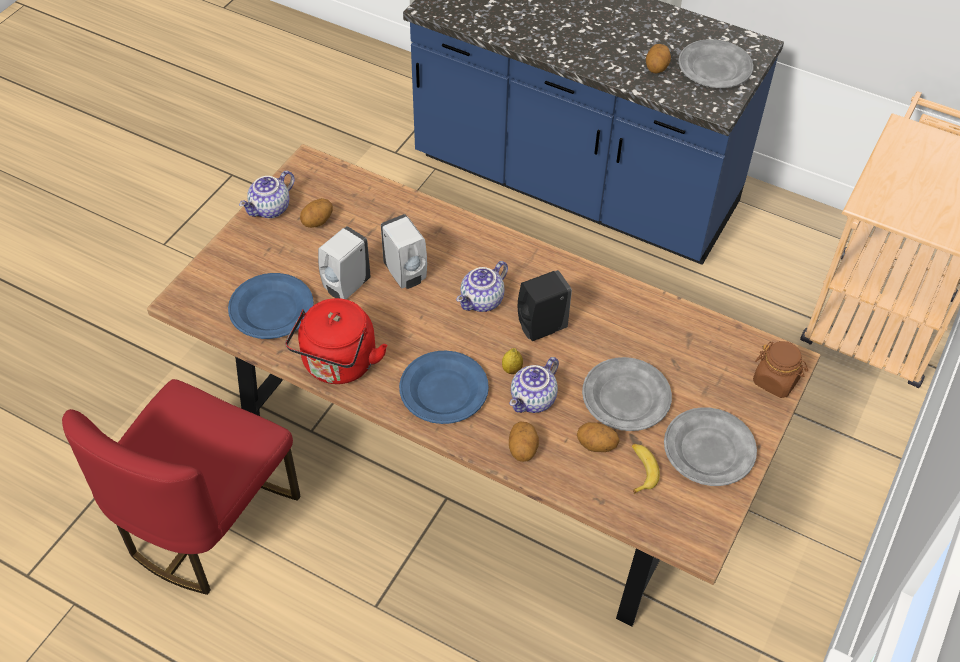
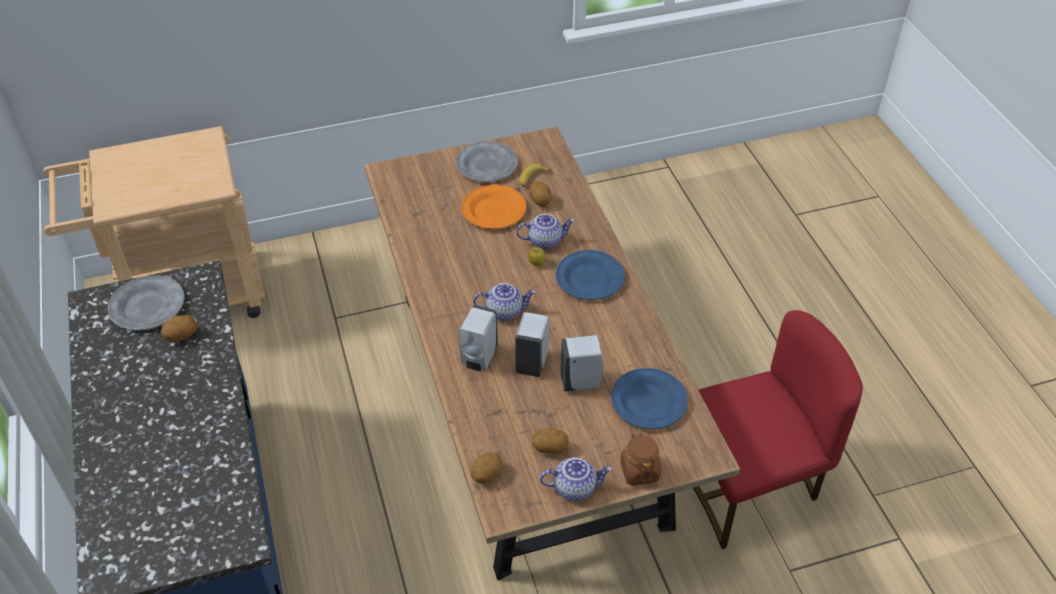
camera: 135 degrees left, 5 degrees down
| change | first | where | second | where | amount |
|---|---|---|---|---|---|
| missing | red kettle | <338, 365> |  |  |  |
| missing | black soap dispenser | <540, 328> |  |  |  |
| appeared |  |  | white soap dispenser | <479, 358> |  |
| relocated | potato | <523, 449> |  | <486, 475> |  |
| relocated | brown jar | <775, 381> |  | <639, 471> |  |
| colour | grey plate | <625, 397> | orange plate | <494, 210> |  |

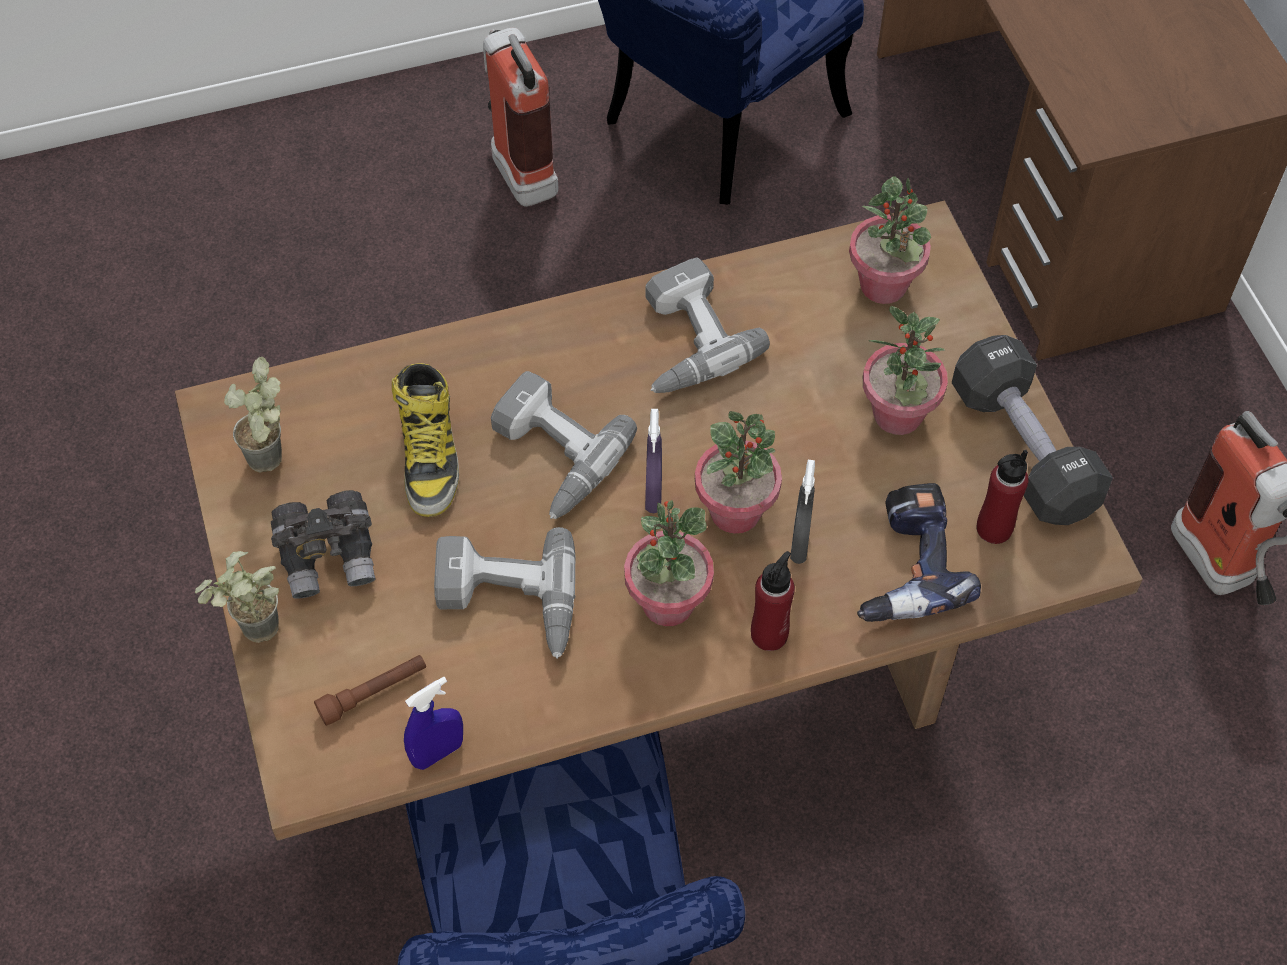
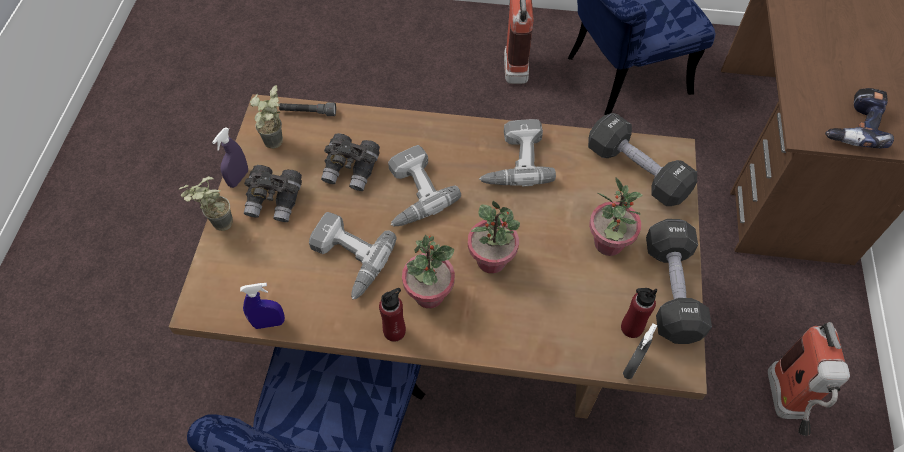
camera: 25 degrees right, 0 degrees up
| change | first | where | second | where | amount |
|---|---|---|---|---|---|
| missing | brown flashlight | <373, 693> |  |  |  |
| appeared |  |  | grey flashlight | <308, 112> |  |
| relocated | purple spray bottle | <653, 494> |  | <238, 178> |  |
| relocated | red bottle | <769, 634> |  | <394, 331> |  |
| relocated | grey spray bottle | <800, 544> |  | <632, 366> |  |
| relocated | power drill | <904, 567> |  | <854, 126> |  |
| exchanged | boot | <429, 455> | grey binoculars | <352, 170> |  |
| exchanged | potted plant | <884, 285> | black dumbbell | <637, 171> |  |

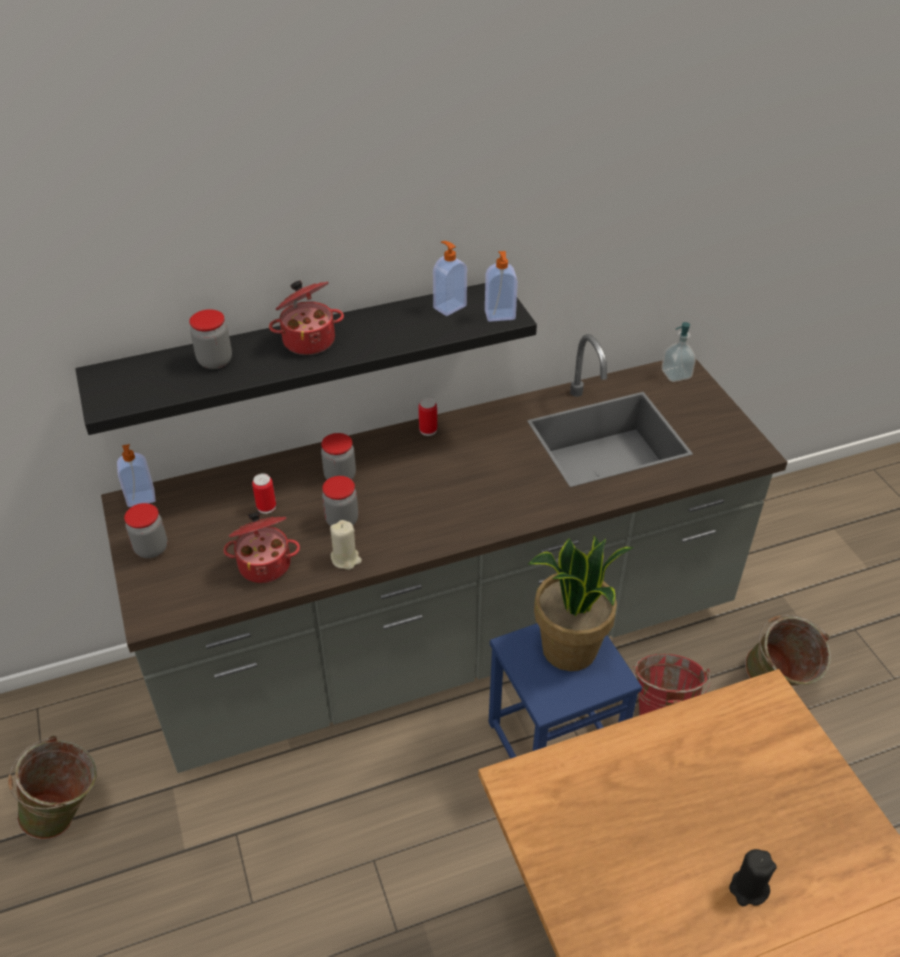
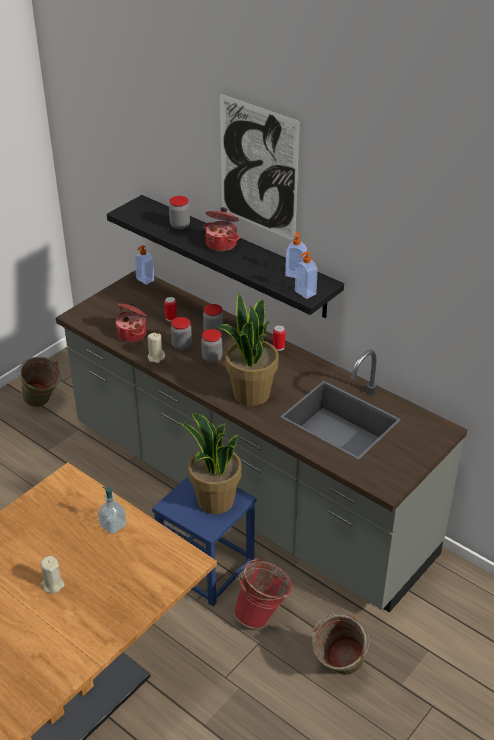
camera: 60 degrees right, 5 degrees down
| change | first | where | second | where | amount |
|---|---|---|---|---|---|
| appeared |  |  | potted plant | <250, 394> |  |
| appeared |  |  | picture | <258, 168> |  |
| relocated | jar | <151, 548> |  | <212, 358> |  |
| relocated | soap dispenser | <676, 374> |  | <113, 525> |  |
| colour | black candle | <748, 889> | beige candle | <52, 584> |  |

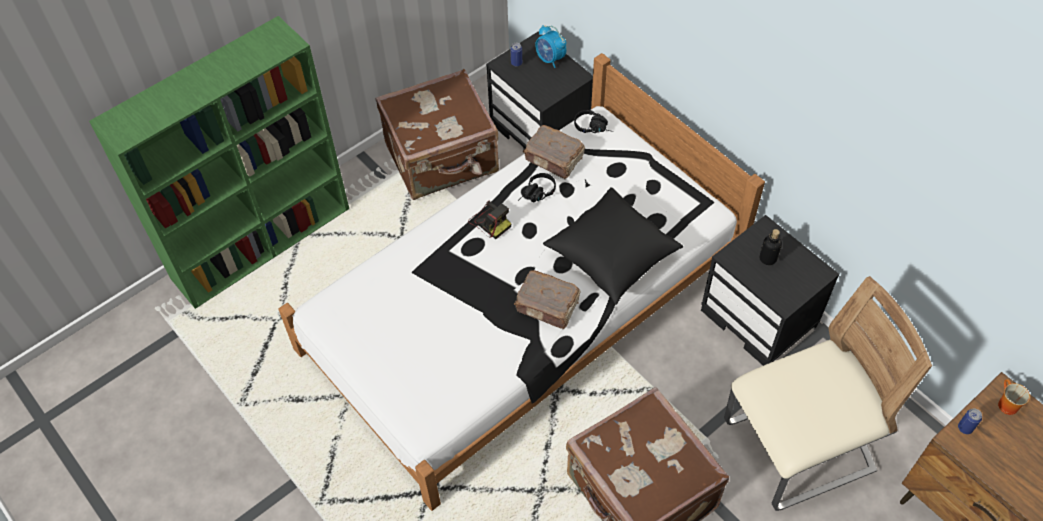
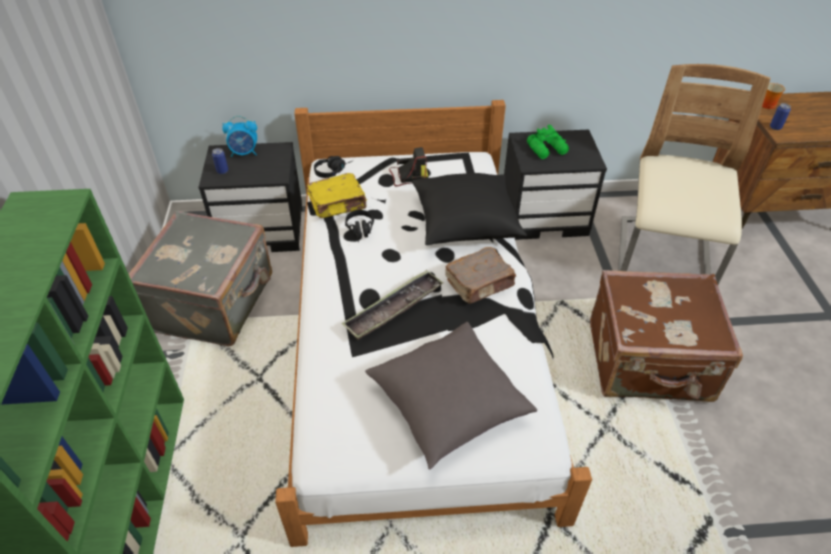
camera: 55 degrees left, 10 degrees down
| change | first | where | second | where | amount |
|---|---|---|---|---|---|
| appeared |  |  | tray | <393, 309> |  |
| appeared |  |  | grey pillow | <448, 405> |  |
| relocated | photo camera | <490, 221> |  | <407, 176> |  |
| exchanged | bottle | <768, 258> | green binoculars | <548, 150> |  |
| colour | brown suitcase | <442, 159> | grey suitcase | <215, 303> |  |
| colour | brown book | <554, 159> | yellow book | <338, 204> |  |

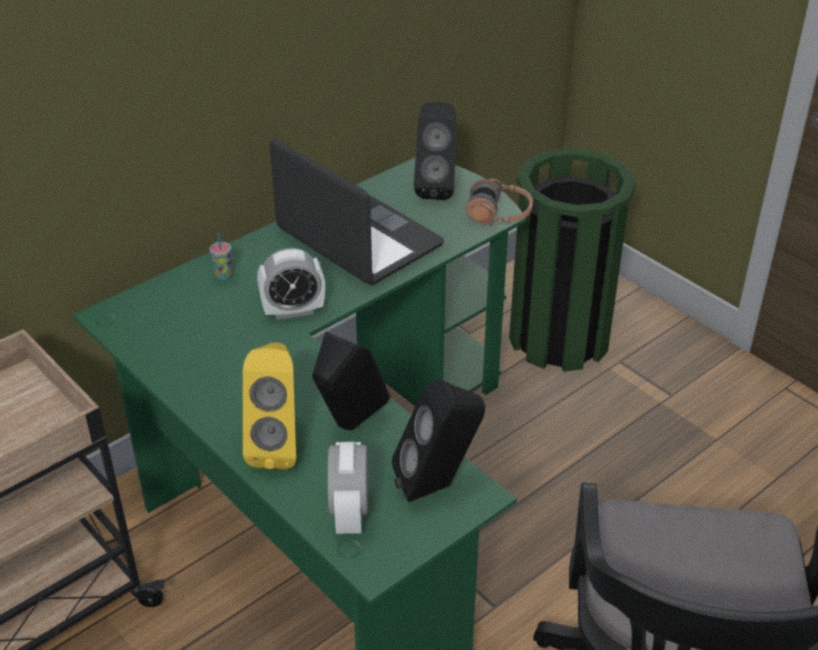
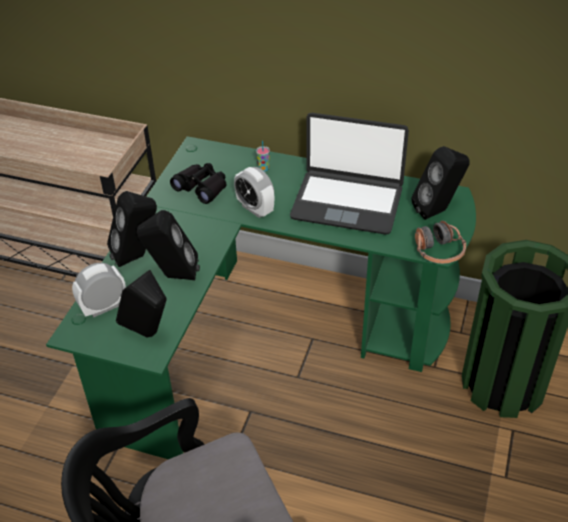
camera: 60 degrees right, 5 degrees up
| change | first | where | second | where | amount |
|---|---|---|---|---|---|
| appeared |  |  | black binoculars | <202, 188> |  |
| colour | yellow speaker | <277, 446> | black speaker | <138, 256> |  |
| spun | laptop | <358, 239> |  | <347, 202> | 90 degrees clockwise |

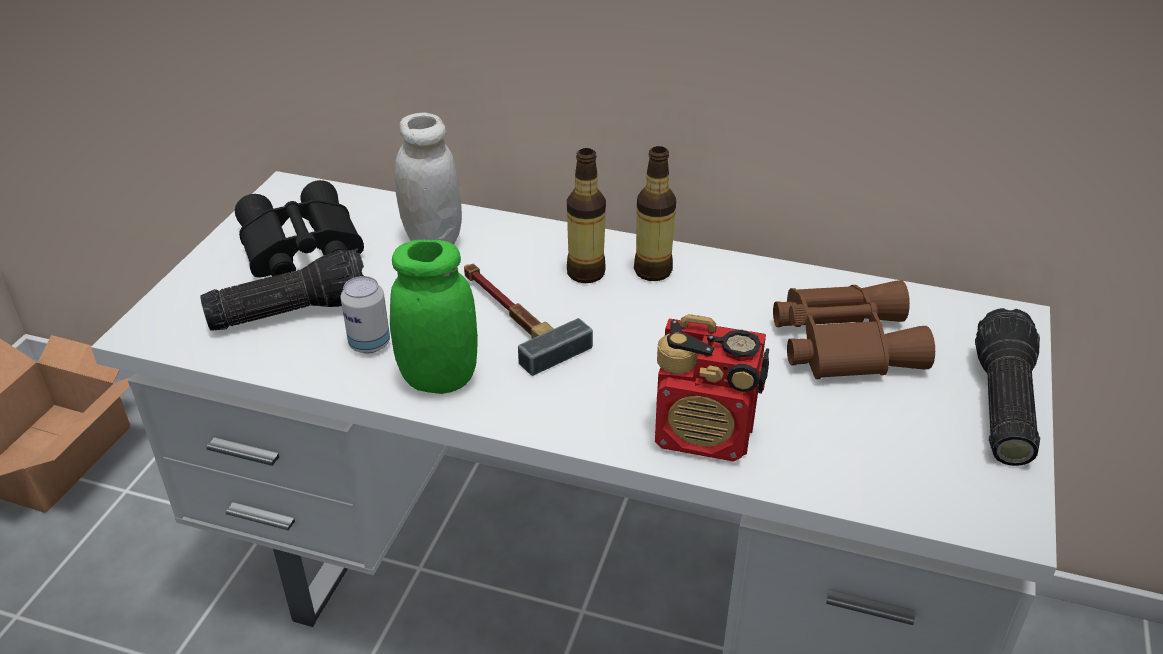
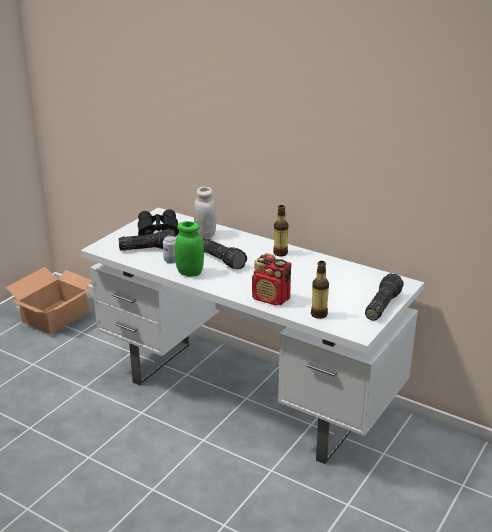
camera: 15 degrees right, 10 degrees down
| change | first | where | second | where | amount |
|---|---|---|---|---|---|
| missing | brown binoculars | <843, 341> |  |  |  |
| relocated | bottle | <585, 273> |  | <319, 314> |  |
| exchanged | hammer | <512, 317> | flashlight | <223, 260> |  |

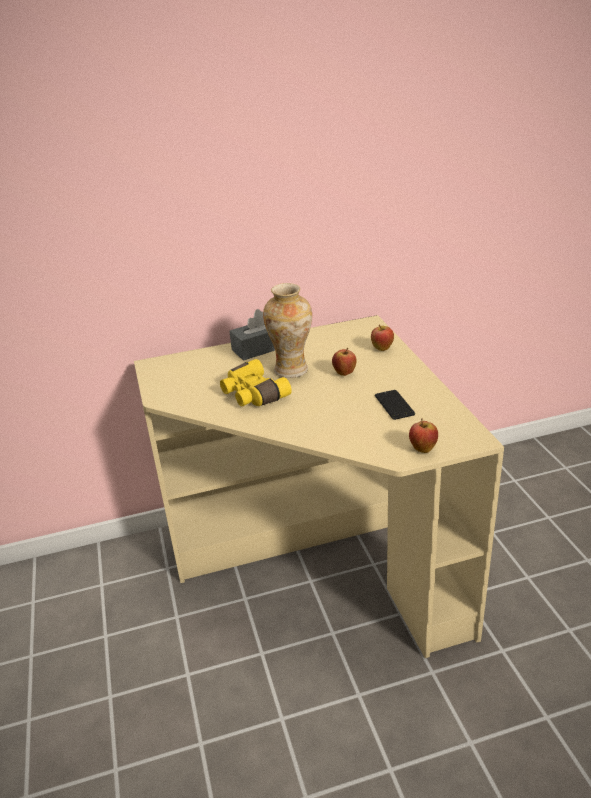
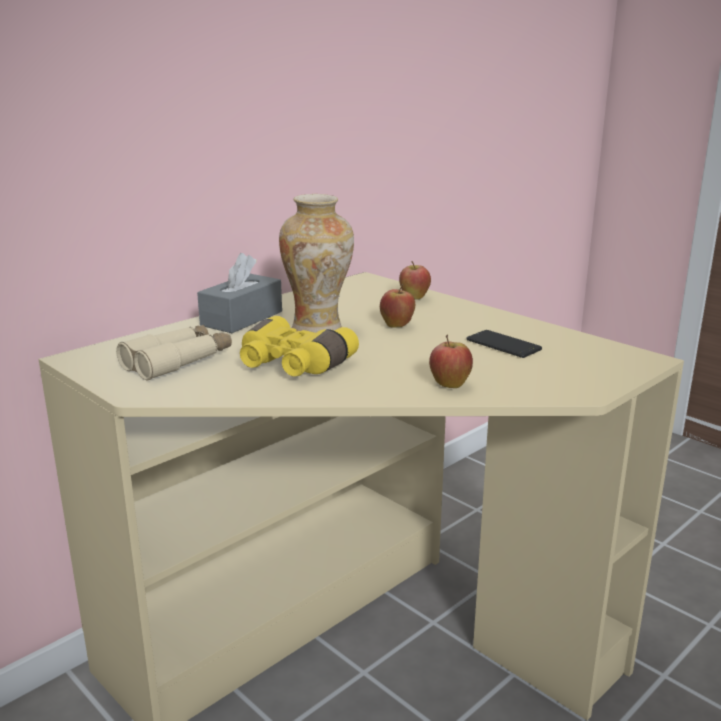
camera: 30 degrees left, 10 degrees down
| change | first | where | second | where | amount |
|---|---|---|---|---|---|
| appeared |  |  | beige binoculars | <178, 361> |  |
| relocated | apple | <422, 449> |  | <449, 385> |  |

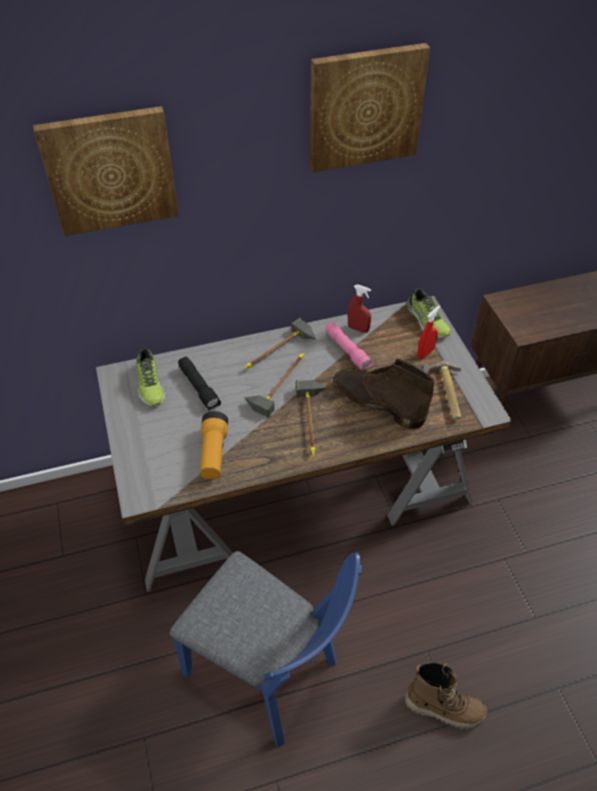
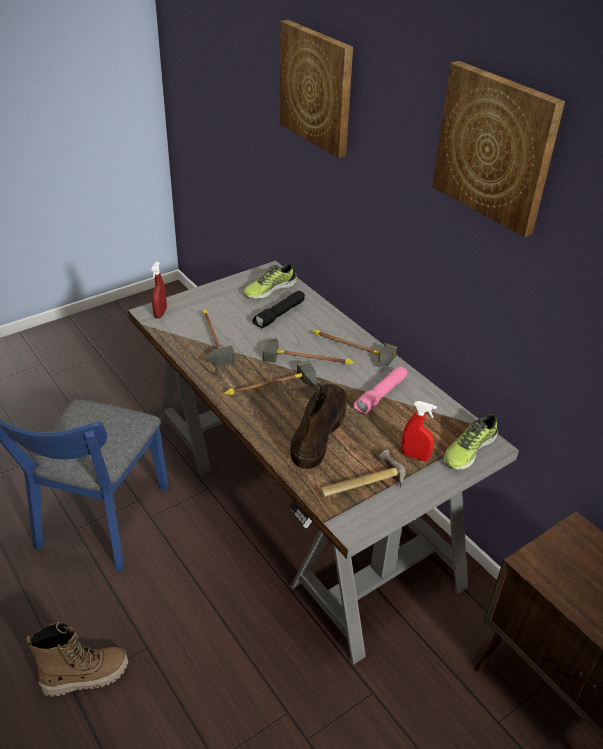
camera: 70 degrees right, 10 degrees down
| change | first | where | second | where | amount |
|---|---|---|---|---|---|
| relocated | red spray bottle | <358, 329> |  | <160, 313> |  |
| exchanged | flashlight | <213, 453> | hammer | <208, 339> |  |
| spun | boot | <444, 708> |  | <85, 676> | 105 degrees counterclockwise |

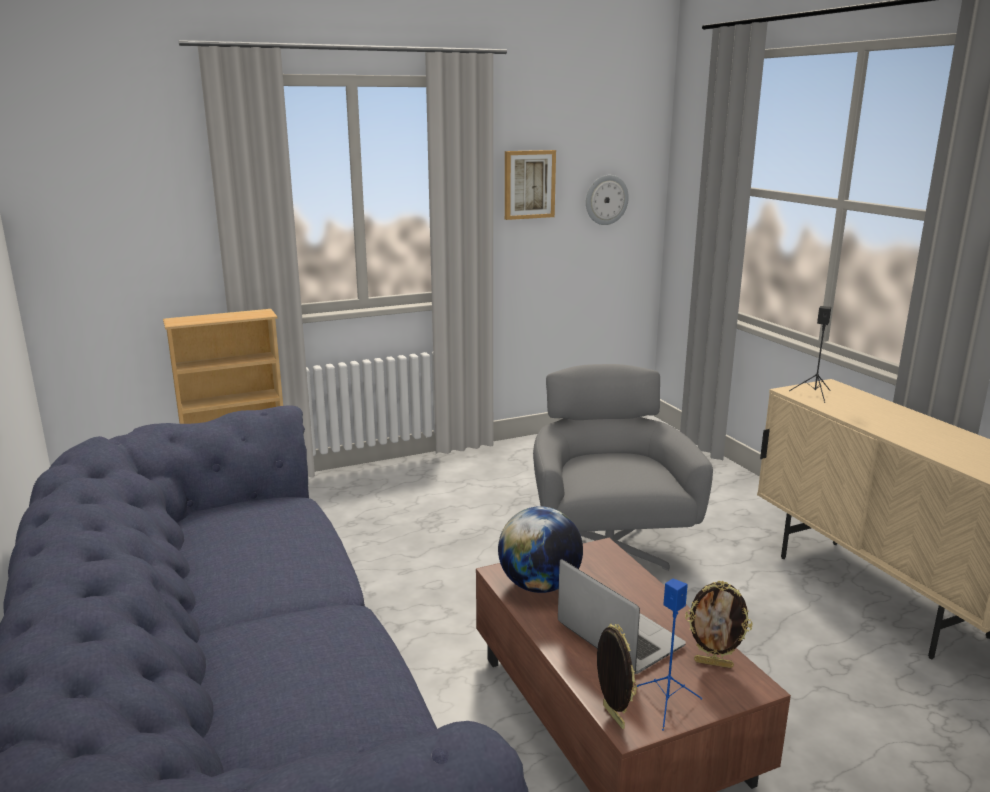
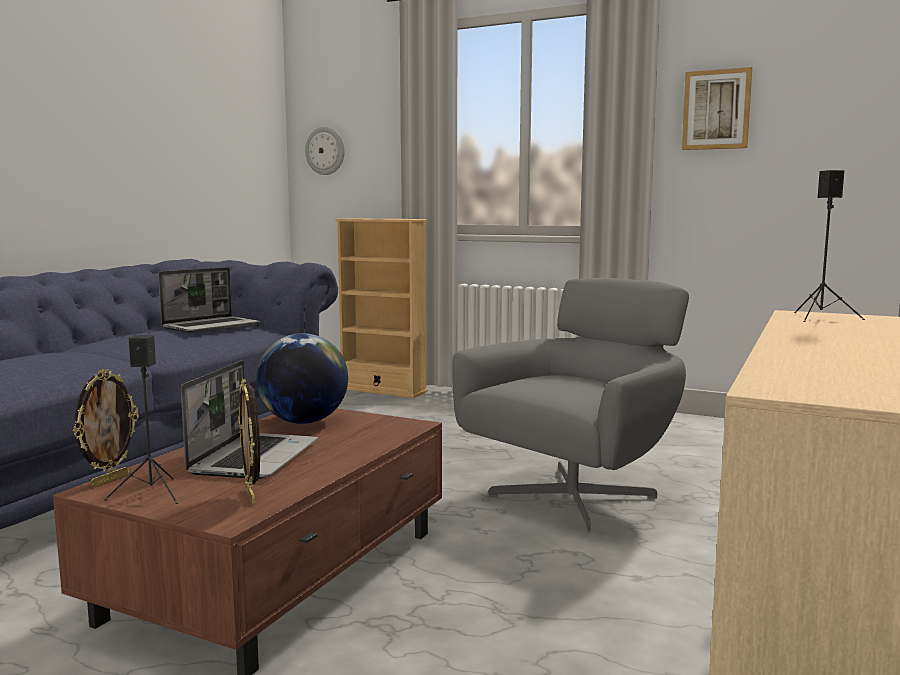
camera: 50 degrees right, 10 degrees down
| change | first | where | second | where | amount |
|---|---|---|---|---|---|
| appeared |  |  | laptop | <212, 326> |  |
| relocated | wall clock | <606, 200> |  | <325, 151> |  |
| colour | blue speaker | <667, 704> | black speaker | <152, 494> |  |

